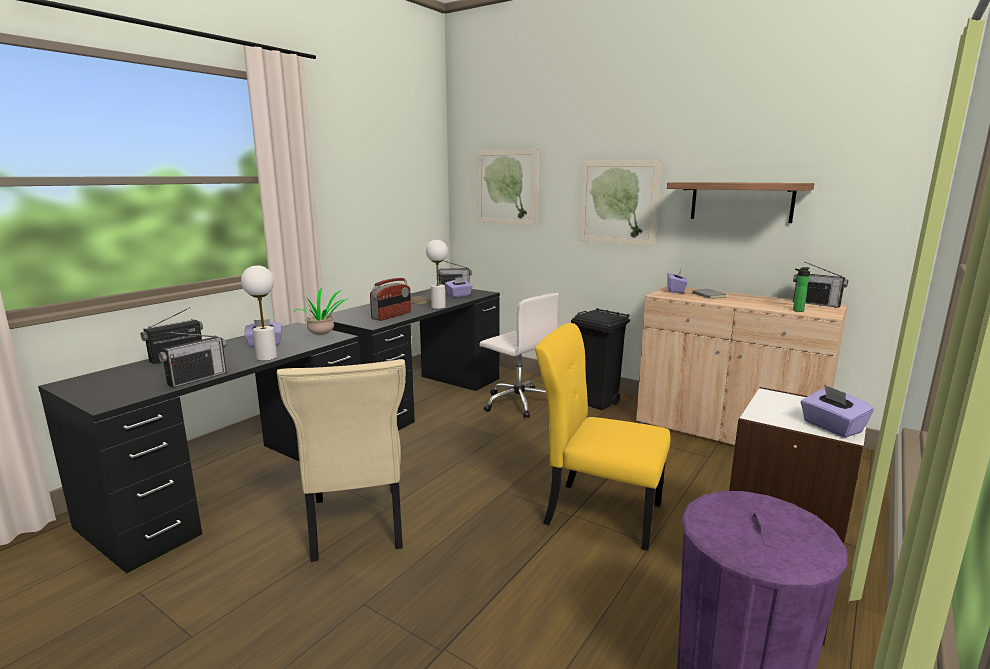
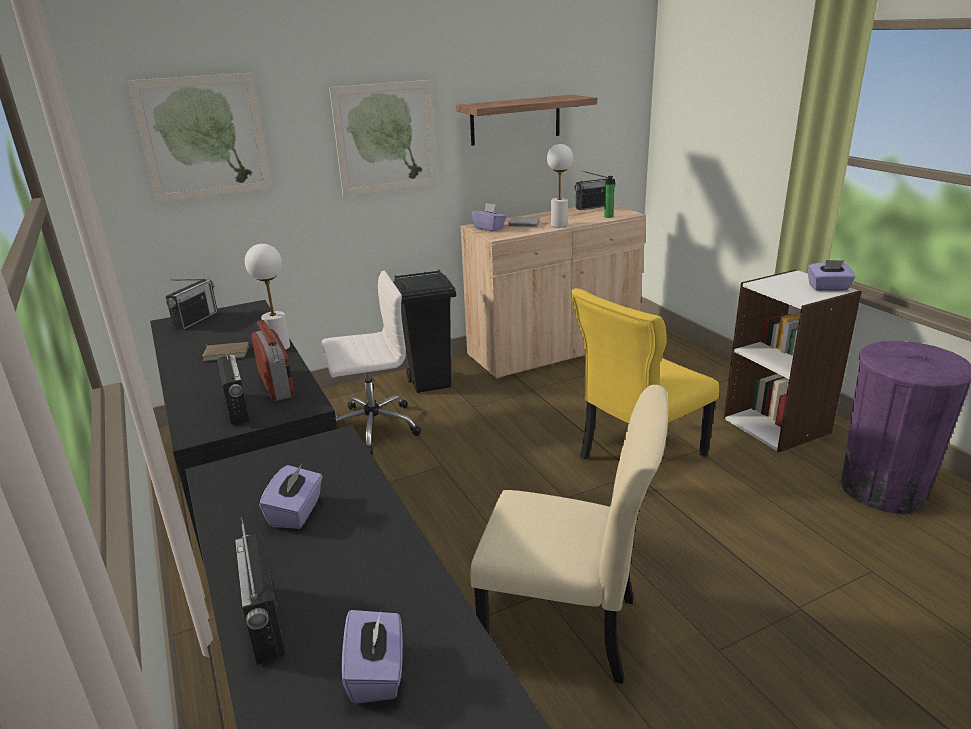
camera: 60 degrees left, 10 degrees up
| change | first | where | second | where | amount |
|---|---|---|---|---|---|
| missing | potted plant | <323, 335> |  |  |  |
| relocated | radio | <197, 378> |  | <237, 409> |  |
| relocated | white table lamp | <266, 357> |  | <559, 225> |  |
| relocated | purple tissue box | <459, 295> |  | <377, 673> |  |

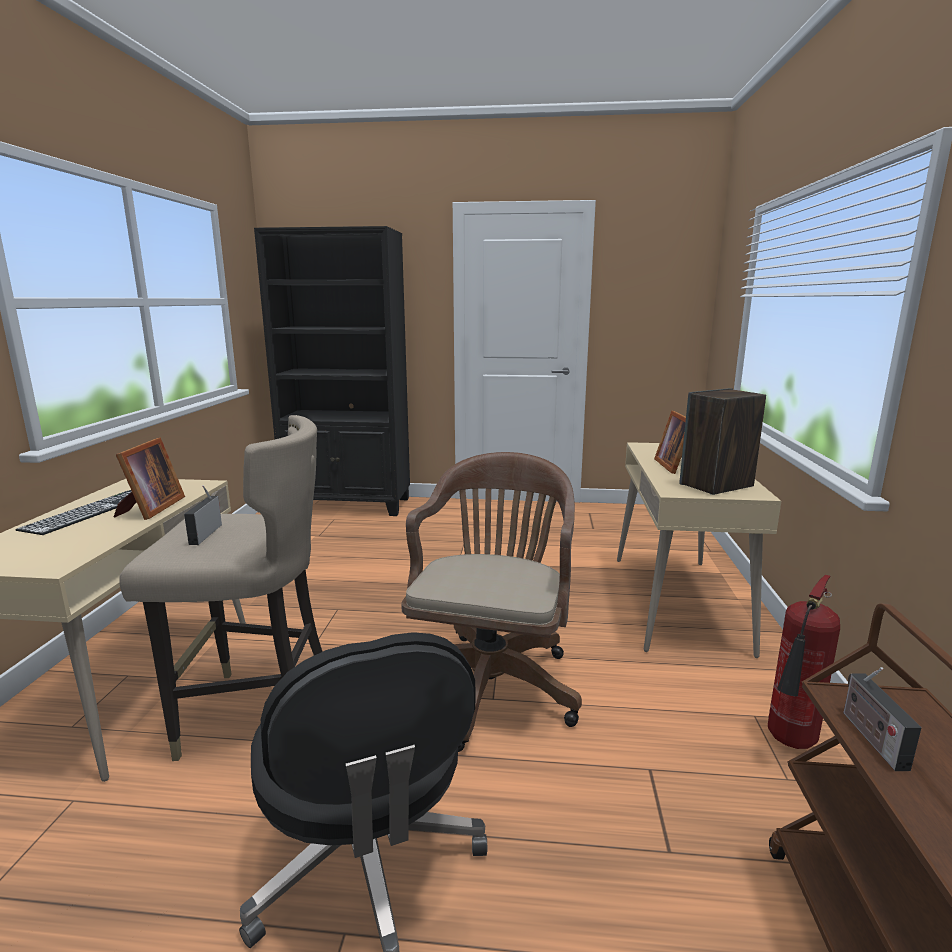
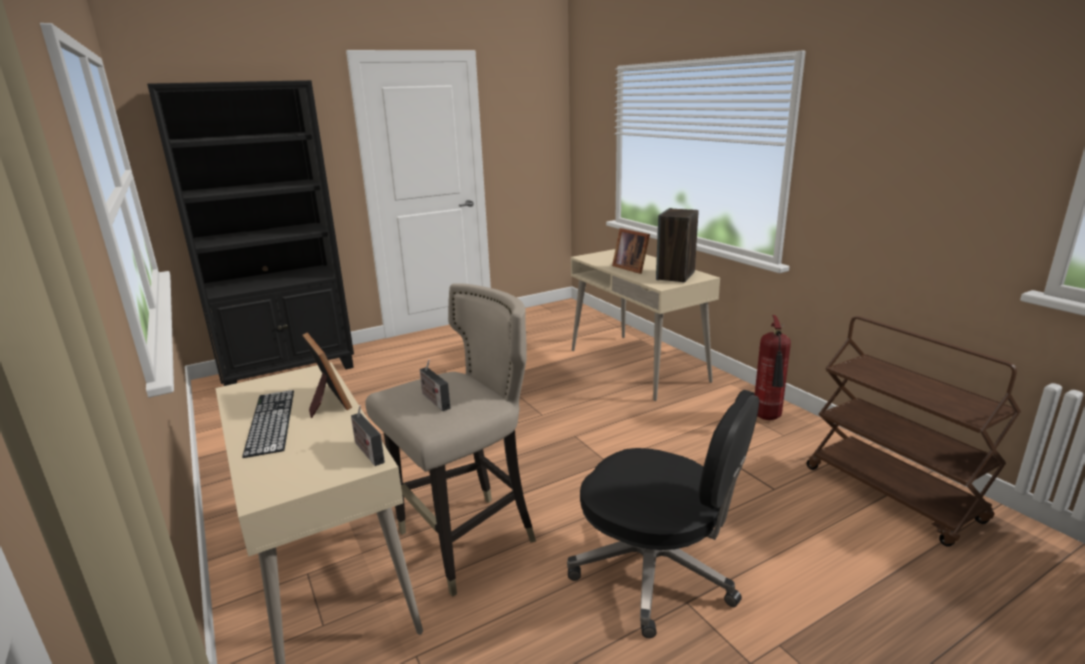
camera: 35 degrees left, 5 degrees up
| change | first | where | second | where | amount |
|---|---|---|---|---|---|
| missing | brown office chair | <492, 681> |  |  |  |
| relocated | radio | <870, 737> |  | <367, 451> |  |

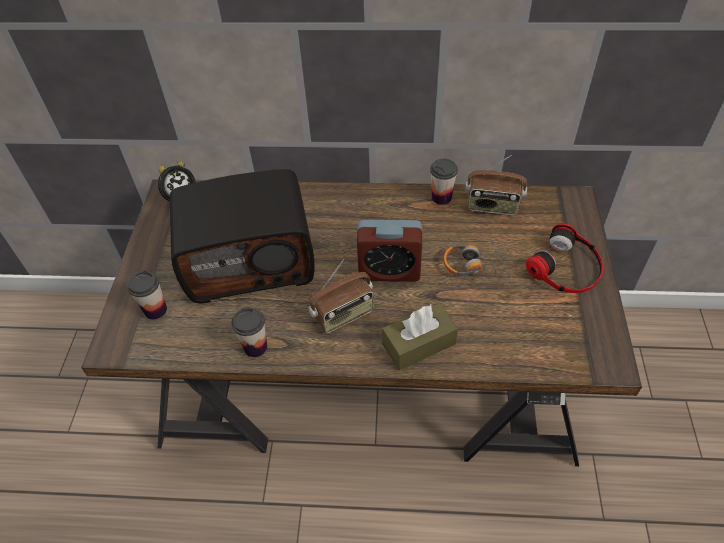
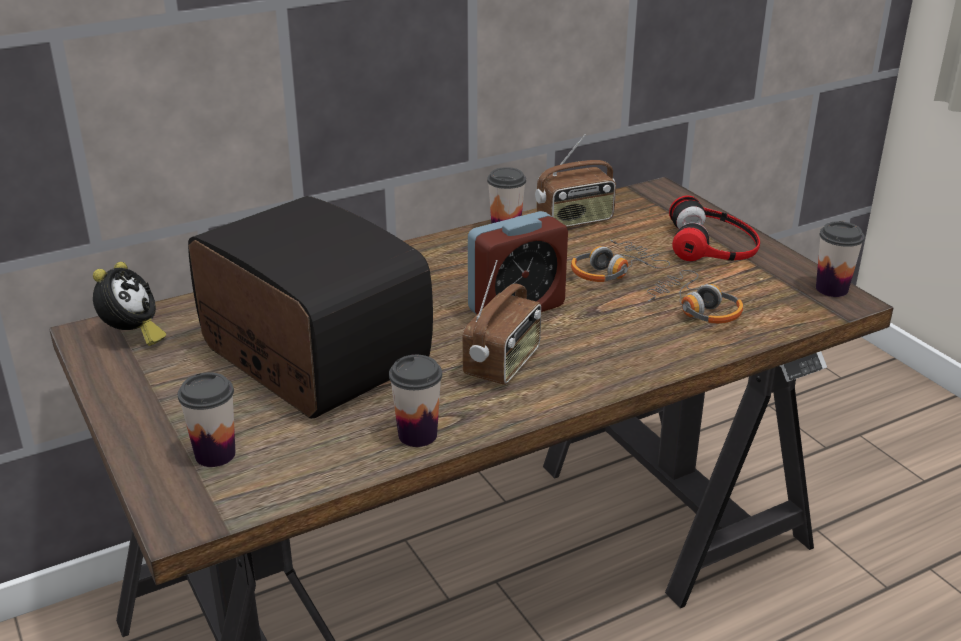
camera: 35 degrees left, 20 degrees down
| change | first | where | second | where | amount |
|---|---|---|---|---|---|
| missing | brown tissue box | <418, 344> |  |  |  |
| appeared |  |  | headphones | <696, 308> |  |
| appeared |  |  | cup | <831, 289> |  |
| spun | radio | <250, 259> |  | <310, 357> | 90 degrees counterclockwise |

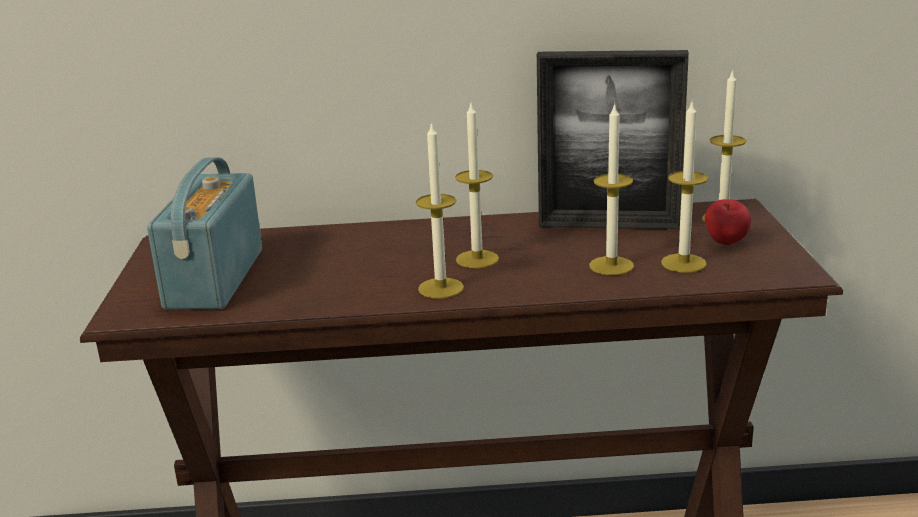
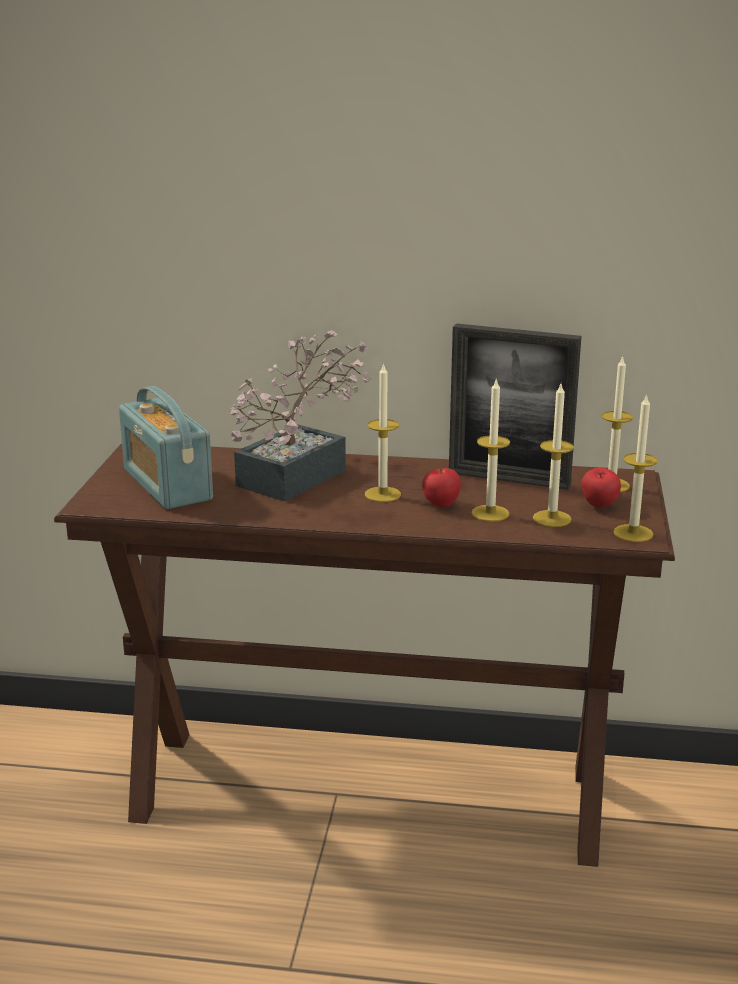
camera: 10 degrees right, 0 degrees up
| change | first | where | second | where | amount |
|---|---|---|---|---|---|
| appeared |  |  | potted plant | <301, 474> |  |
| appeared |  |  | apple | <440, 505> |  |
| relocated | candle | <441, 288> |  | <633, 533> |  |
| spun | radio | <214, 278> |  | <167, 484> | 45 degrees counterclockwise |

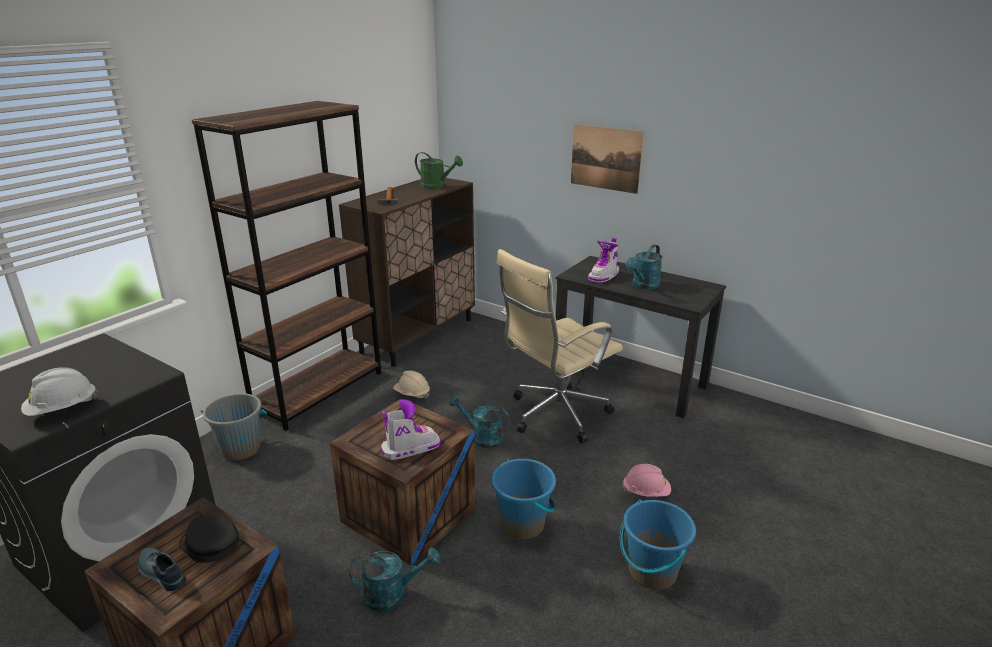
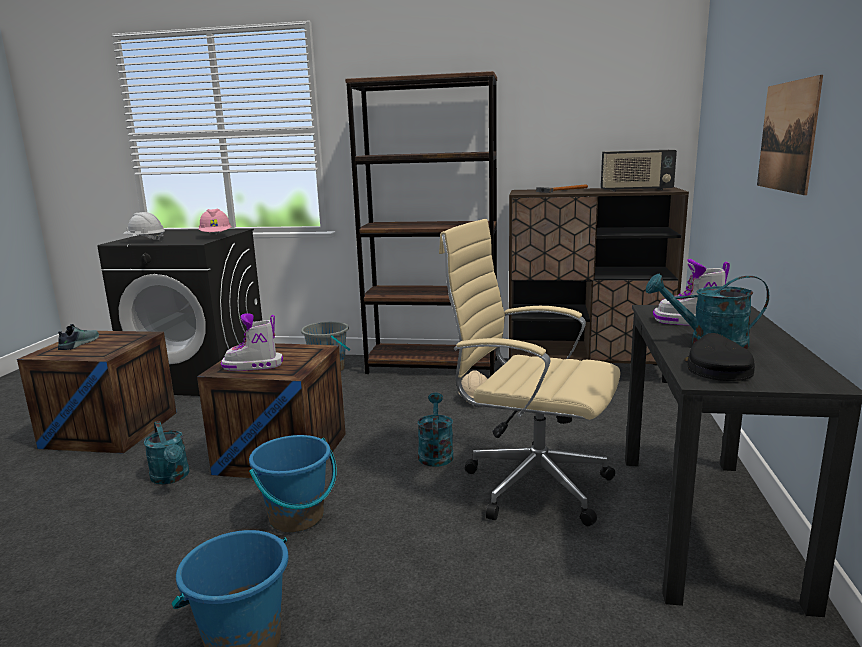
camera: 65 degrees right, 10 degrees down
| change | first | where | second | where | amount |
|---|---|---|---|---|---|
| relocated | black cap | <210, 543> |  | <716, 369> |  |
| relocated | pink hard hat | <646, 492> |  | <216, 236> |  |
| exchanged | green watering can | <437, 187> | radio | <635, 190> |  |
| spun | boot | <410, 448> |  | <253, 366> | 135 degrees clockwise |

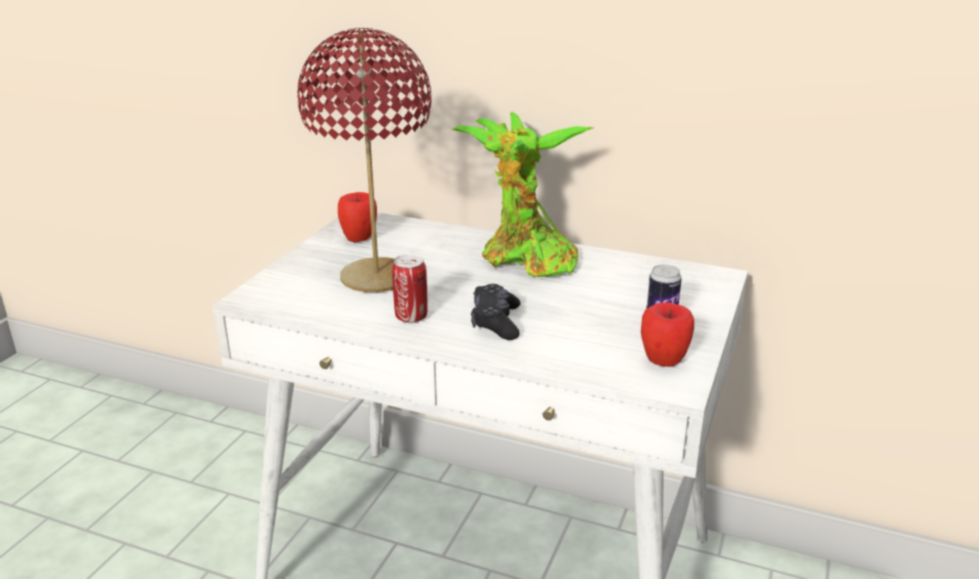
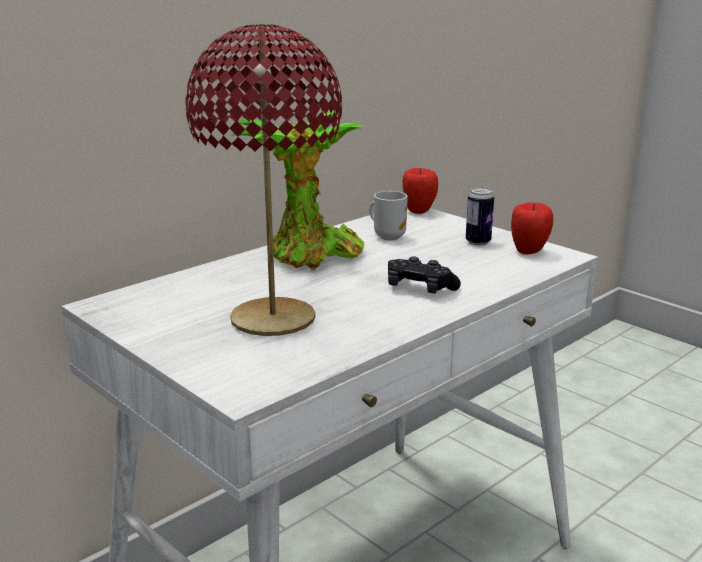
camera: 65 degrees left, 5 degrees down
| change | first | where | second | where | amount |
|---|---|---|---|---|---|
| missing | can | <411, 317> |  |  |  |
| appeared |  |  | mug | <388, 236> |  |
| relocated | apple | <359, 239> |  | <419, 211> |  |

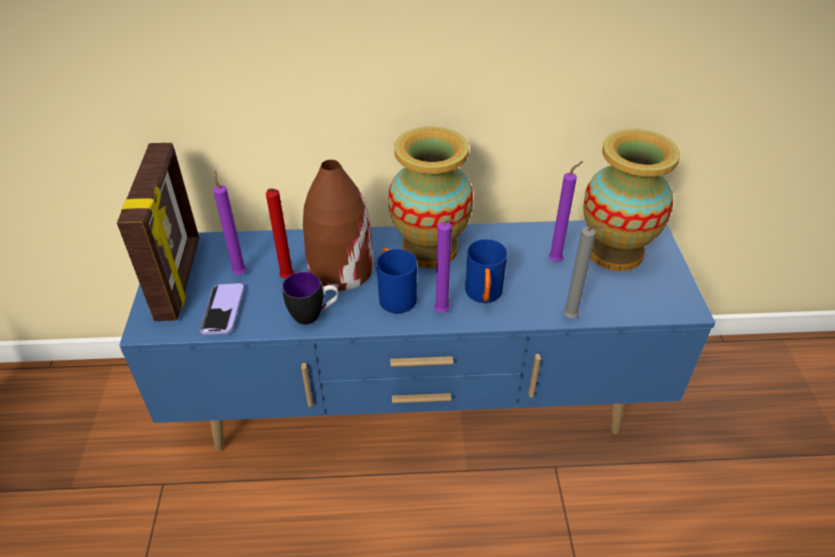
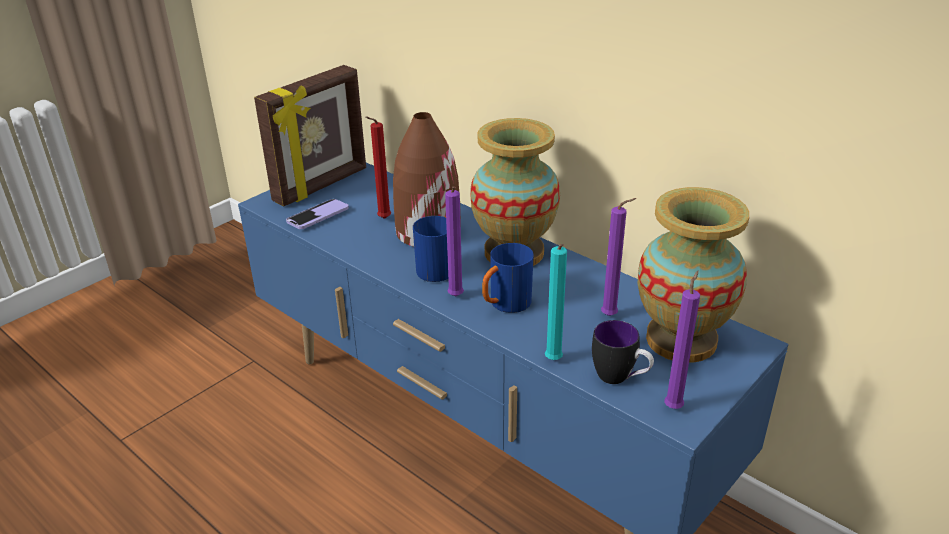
camera: 45 degrees right, 10 degrees down
| change | first | where | second | where | amount |
|---|---|---|---|---|---|
| relocated | purple candle | <240, 272> |  | <674, 406> |  |
| relocated | mug | <314, 315> |  | <620, 378> |  |
| colour | grey candle | <572, 319> | turquoise candle | <553, 362> |  |

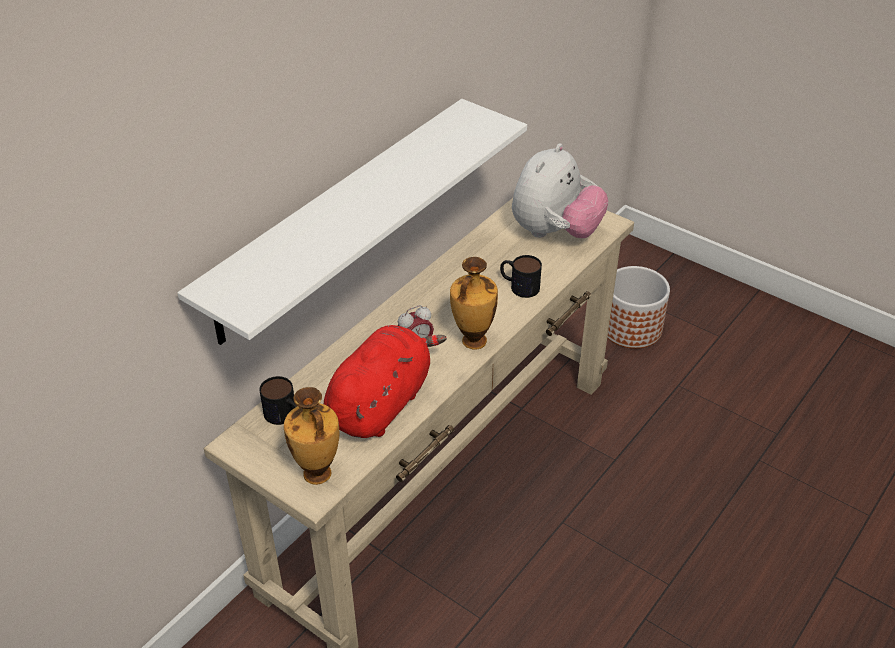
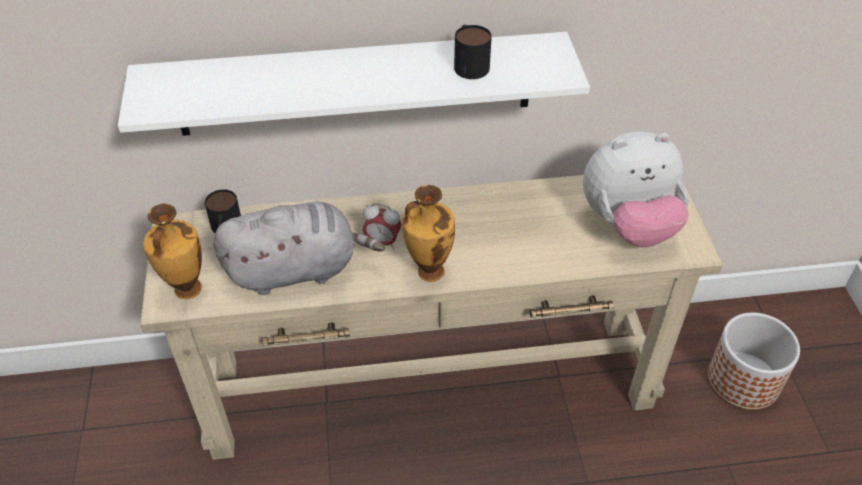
camera: 45 degrees right, 5 degrees up
| change | first | where | second | where | amount |
|---|---|---|---|---|---|
| relocated | mug | <519, 286> |  | <469, 63> |  |
| colour | red plush toy | <381, 403> | grey plush toy | <297, 269> |  |

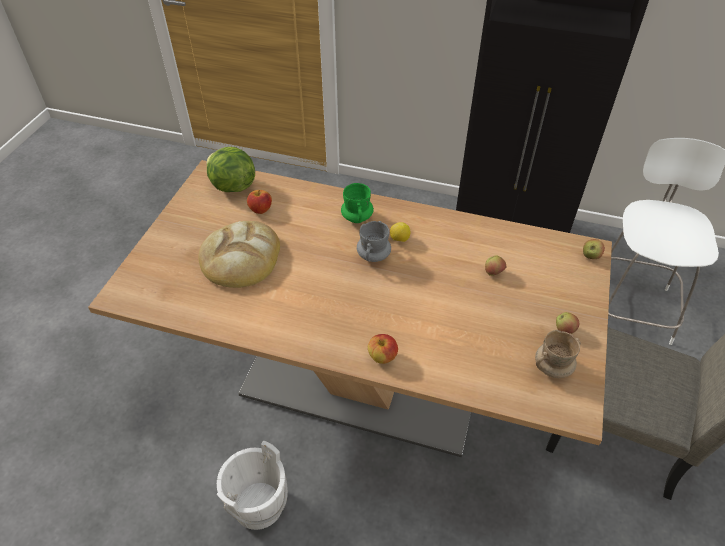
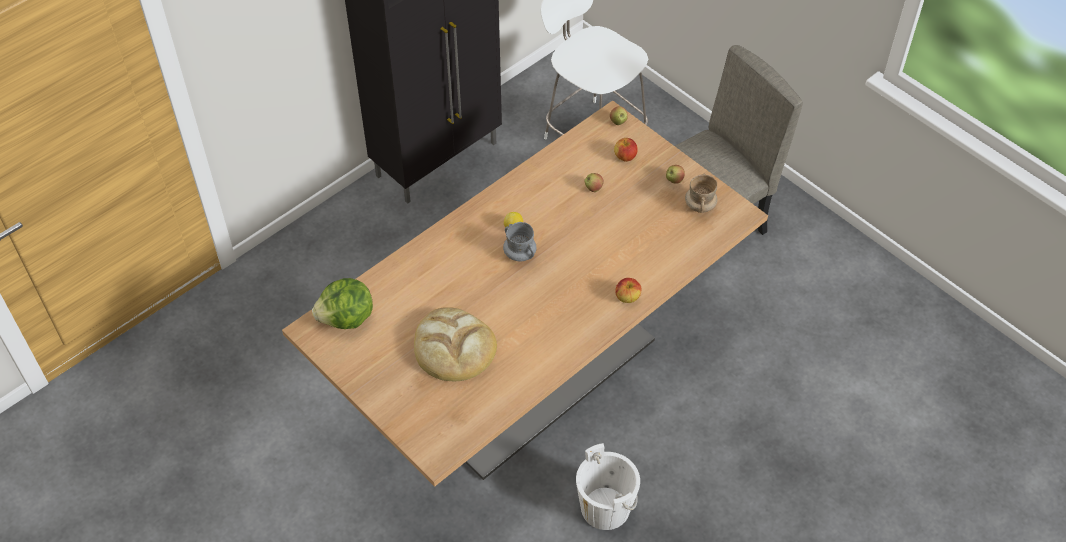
camera: 60 degrees left, 5 degrees up
| change | first | where | second | where | amount |
|---|---|---|---|---|---|
| missing | green mug | <357, 217> |  |  |  |
| relocated | apple | <260, 210> |  | <625, 157> |  |

